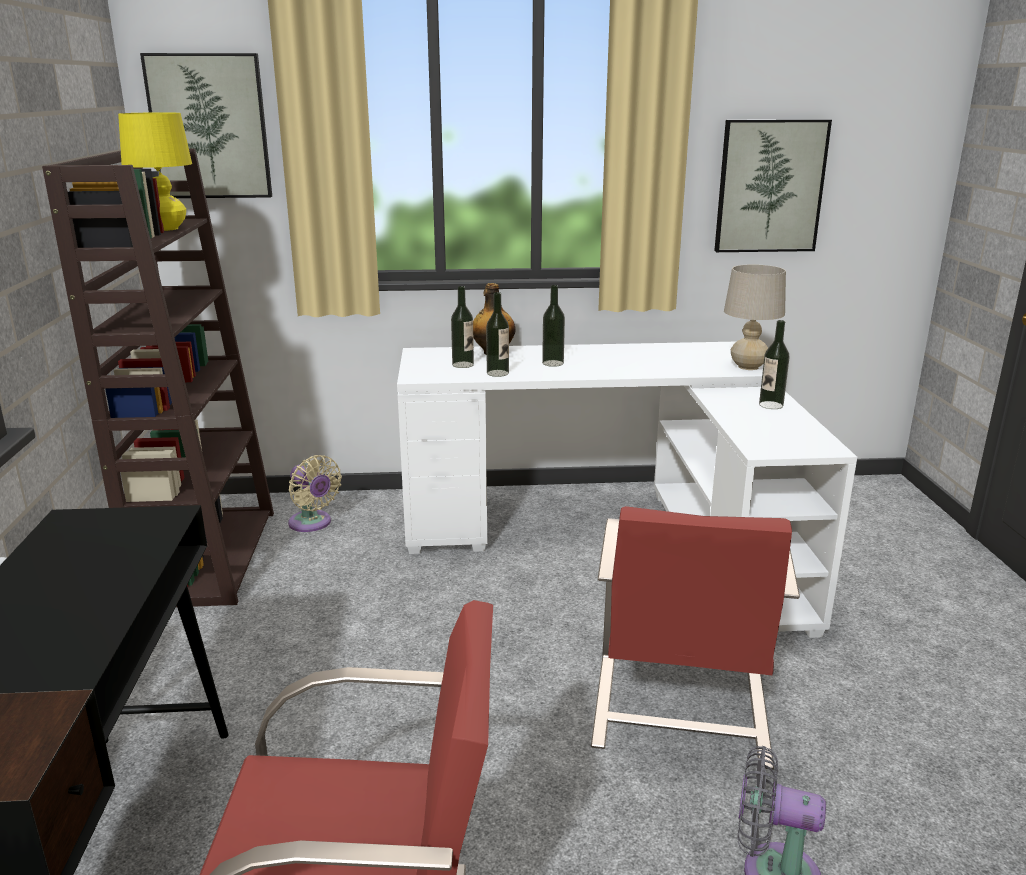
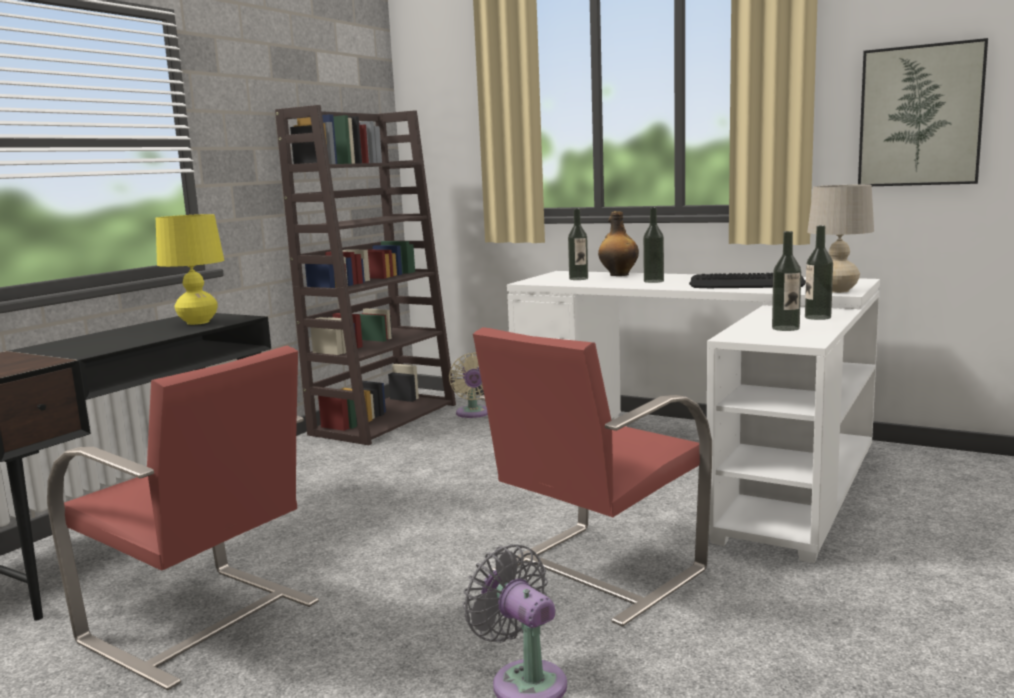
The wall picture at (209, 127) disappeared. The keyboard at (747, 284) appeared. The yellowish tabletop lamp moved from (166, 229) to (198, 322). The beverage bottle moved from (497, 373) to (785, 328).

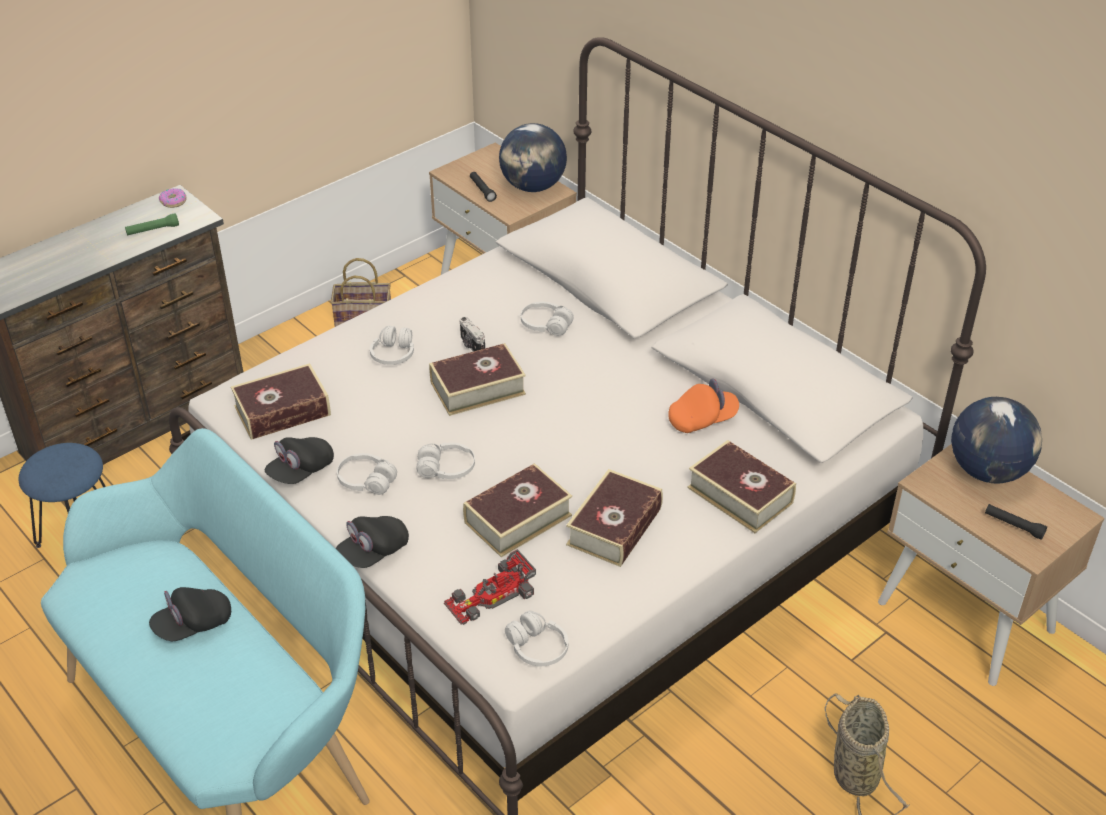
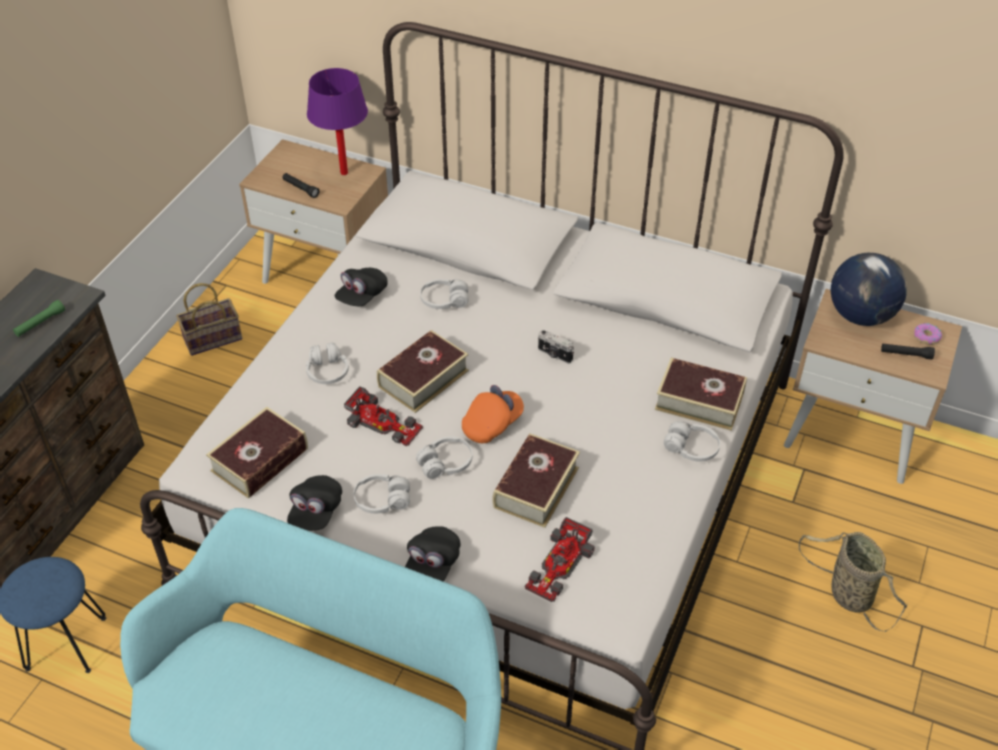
The book at (614, 527) disappeared. The miniature car at (384, 423) appeared. The black cap moved from (193, 625) to (362, 296). The doughnut moved from (173, 201) to (926, 337). The photo camera moved from (471, 346) to (554, 355). The whitish headphones moved from (537, 648) to (691, 448). The orange-coloured cap moved from (702, 419) to (492, 424). The desk globe at (532, 187) was replaced by the purple tabletop lamp at (344, 173).

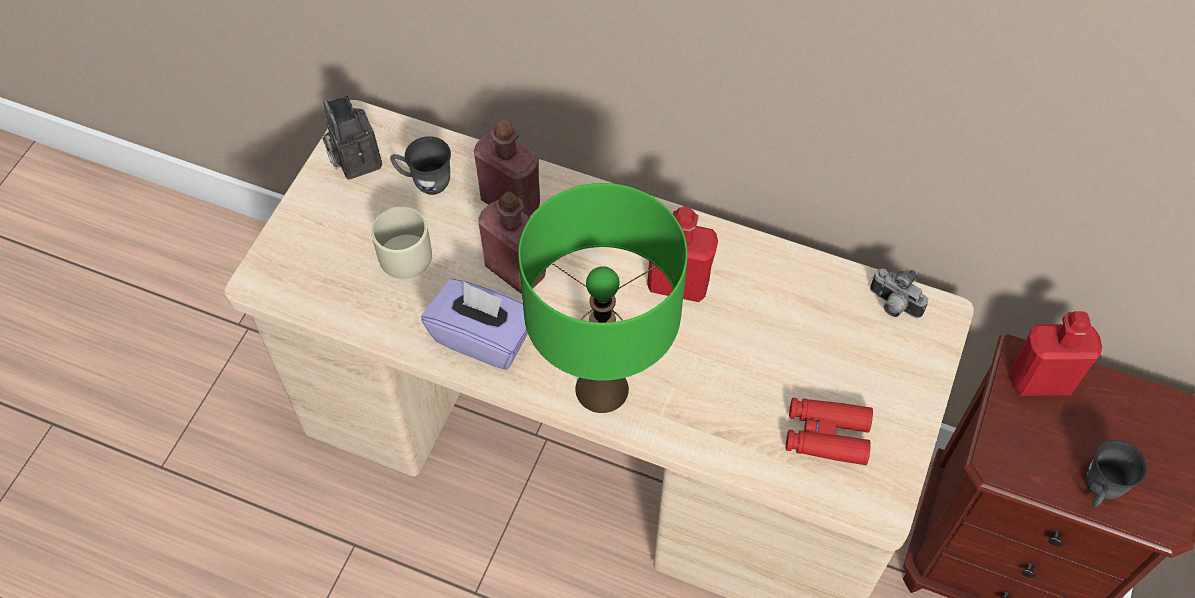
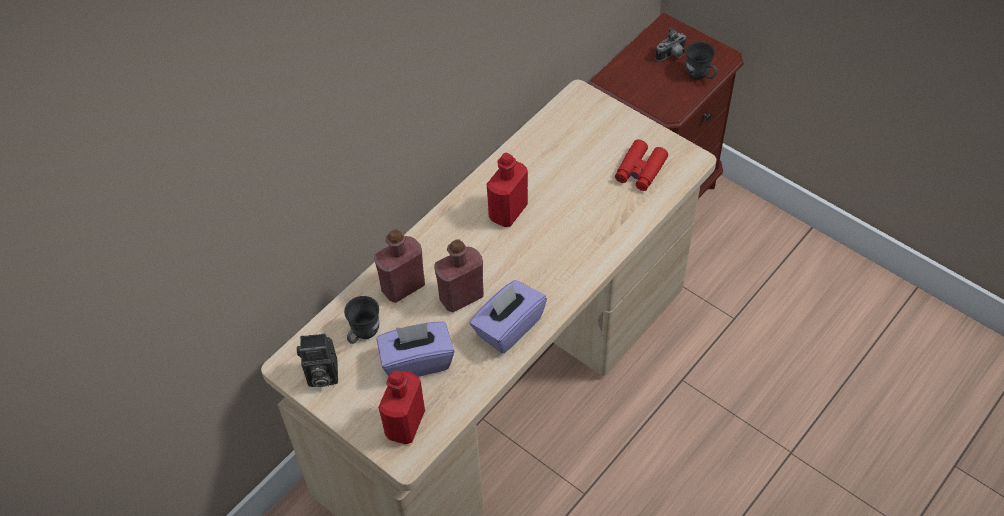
The greenish tabletop lamp at (602, 390) disappeared. The photo camera moved from (892, 305) to (672, 55). The red-coloured beverage bottle moved from (1040, 380) to (405, 424). The beige mug at (402, 251) was replaced by the purple tissue box at (417, 361).

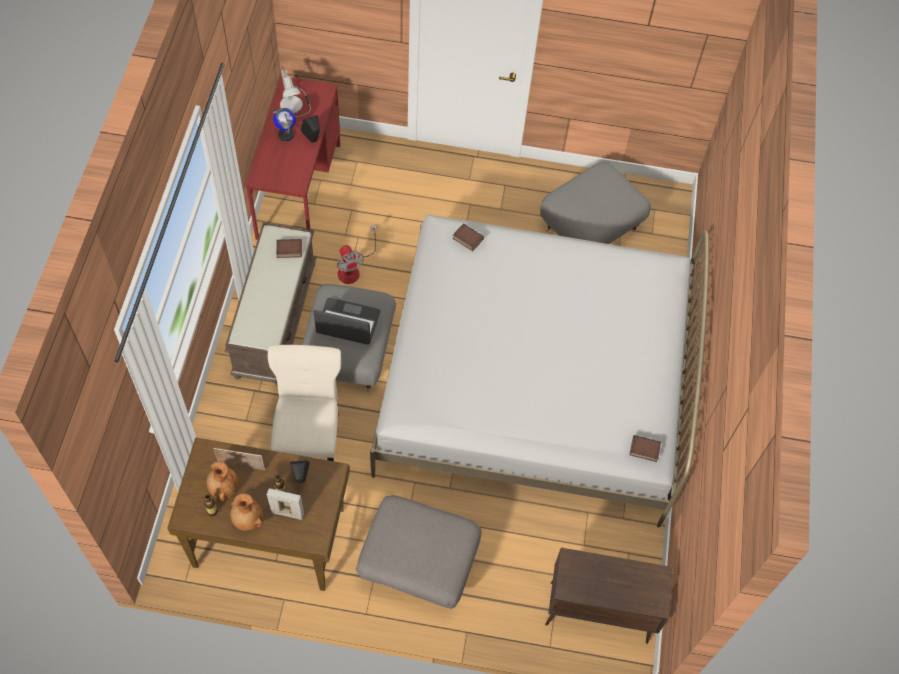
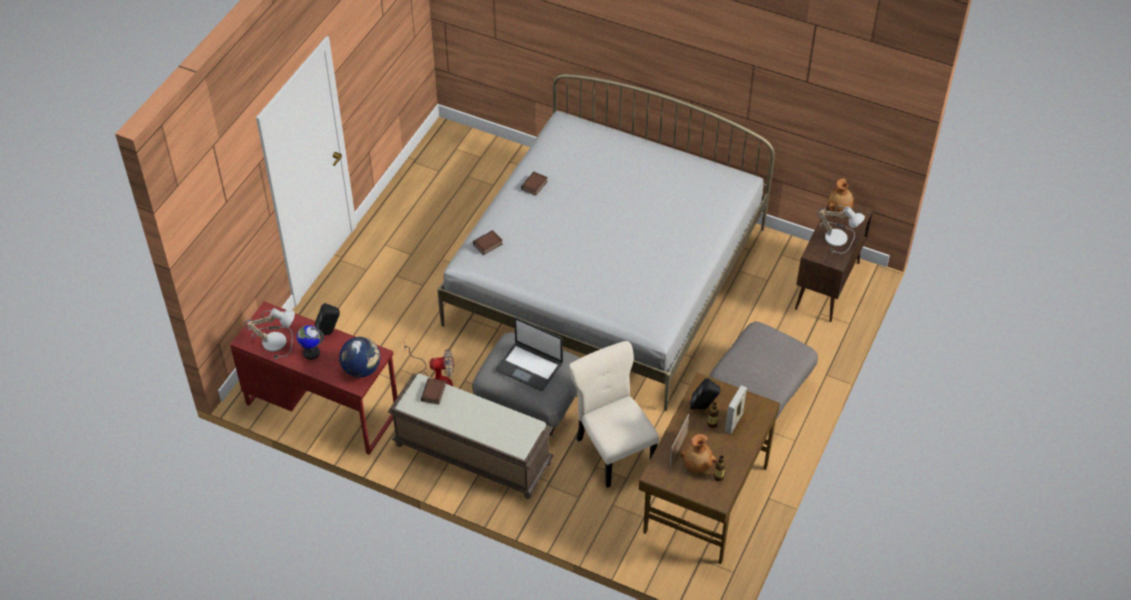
The greyish pouffe at (590, 229) disappeared. The desk globe at (362, 369) appeared. The tabletop lamp at (838, 237) appeared. The brown vase moved from (247, 519) to (839, 209). The book moved from (644, 450) to (535, 186). The beige chair at (309, 439) turned 45 degrees clockwise. The laptop at (348, 323) turned 90 degrees counterclockwise.

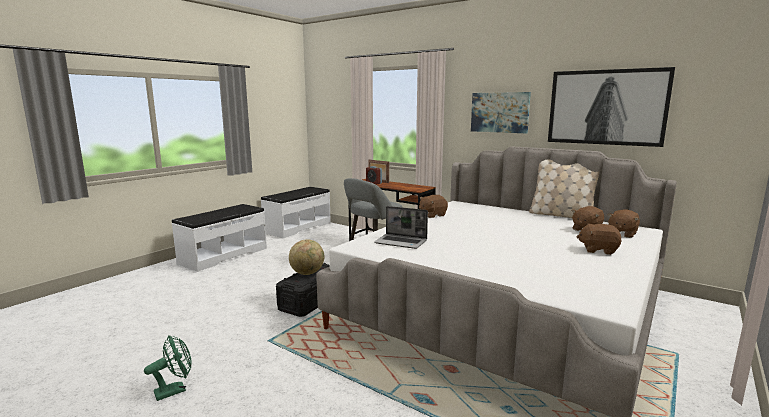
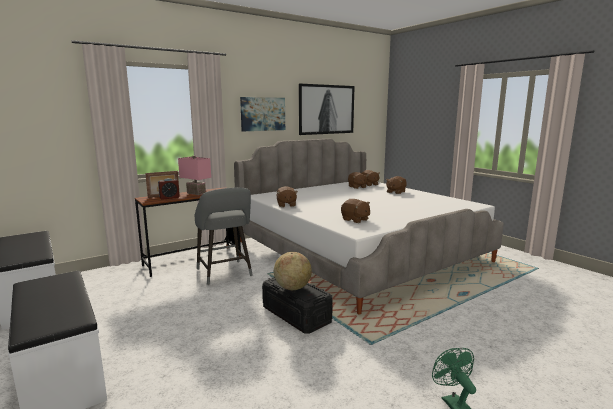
The beige pillow at (561, 215) disappeared. The pink tabletop lamp at (197, 193) appeared. The laptop at (401, 242) was replaced by the brown plush toy at (355, 220).

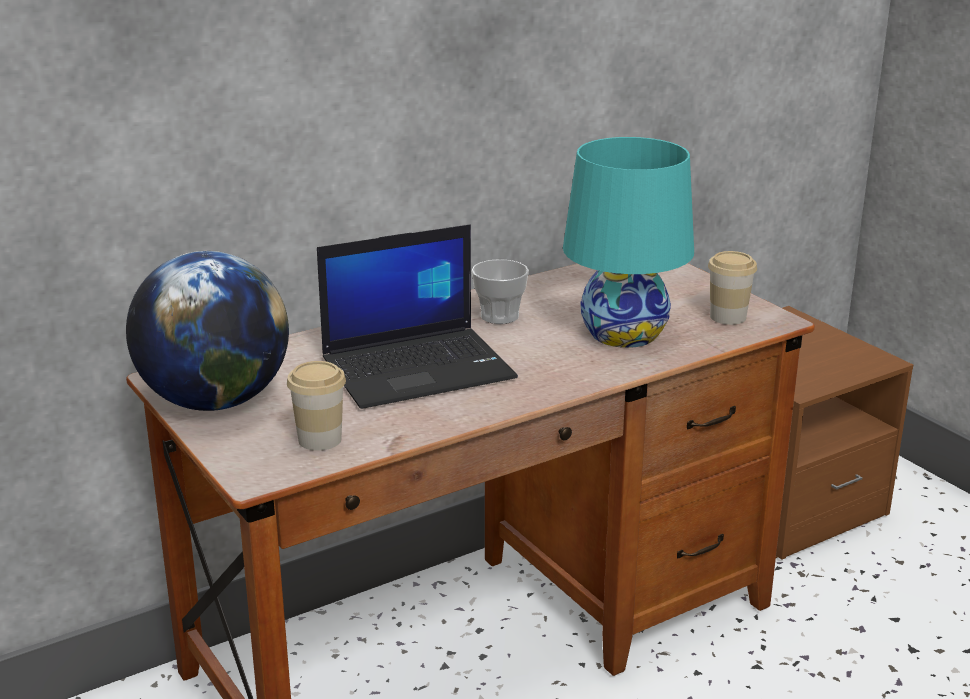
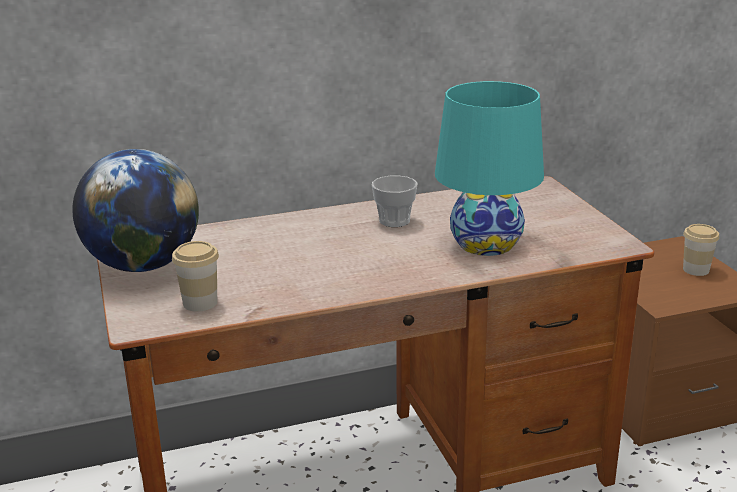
The laptop at (419, 367) disappeared. The cup moved from (728, 317) to (696, 270).

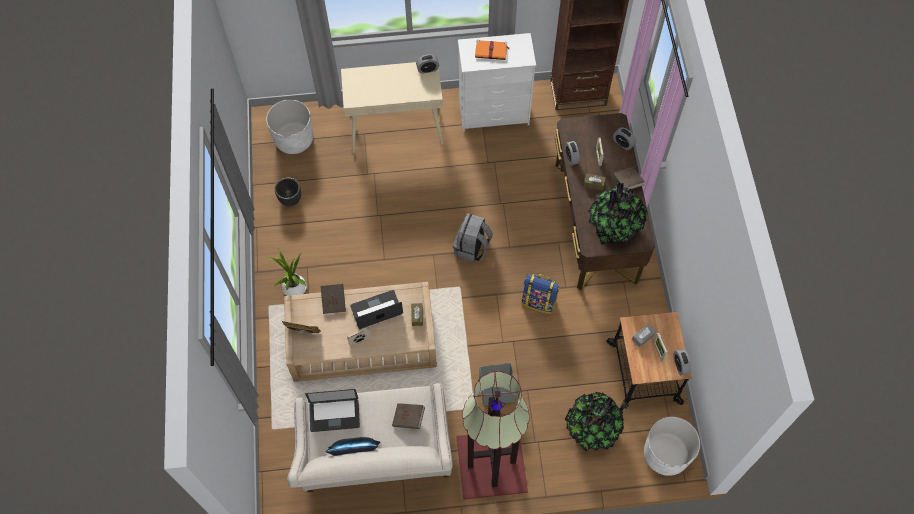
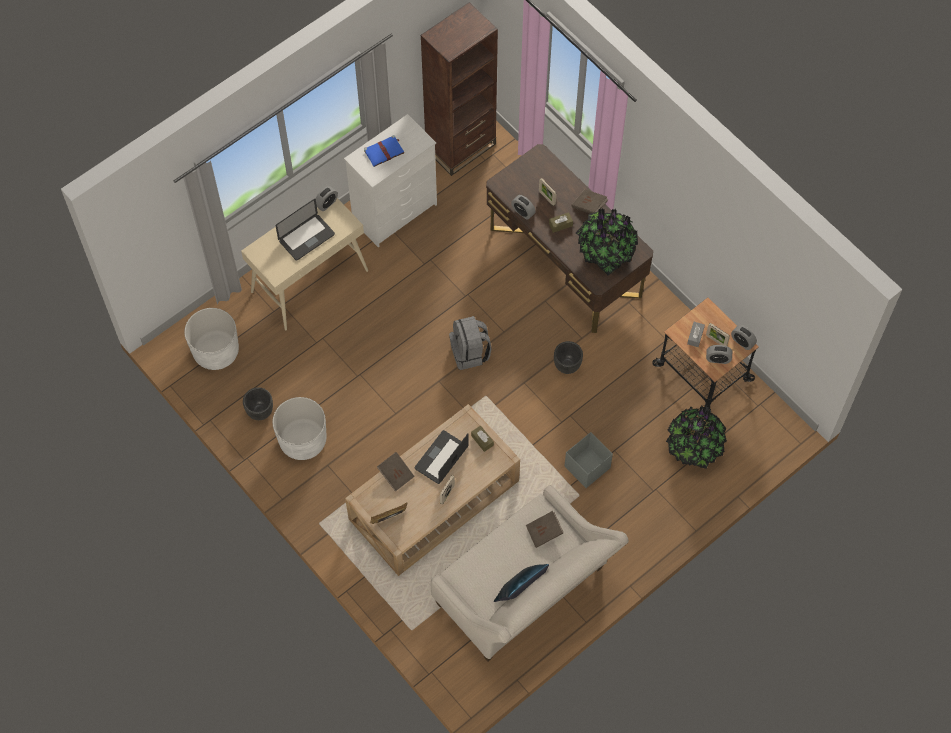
The plant in a pot at (294, 290) disappeared. The floor lamp at (490, 465) disappeared. The laptop moved from (334, 415) to (306, 238). The alarm clock moved from (623, 143) to (718, 359). The whitish plant pot moved from (665, 454) to (303, 440). The rucksack at (539, 301) was replaced by the black plant pot at (567, 365). The orange-coloured book at (491, 51) became the blue-coloured book at (384, 151).

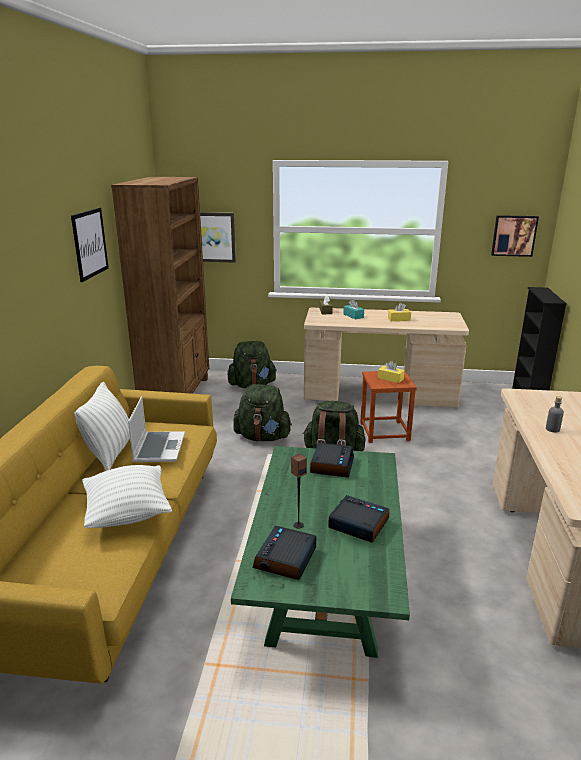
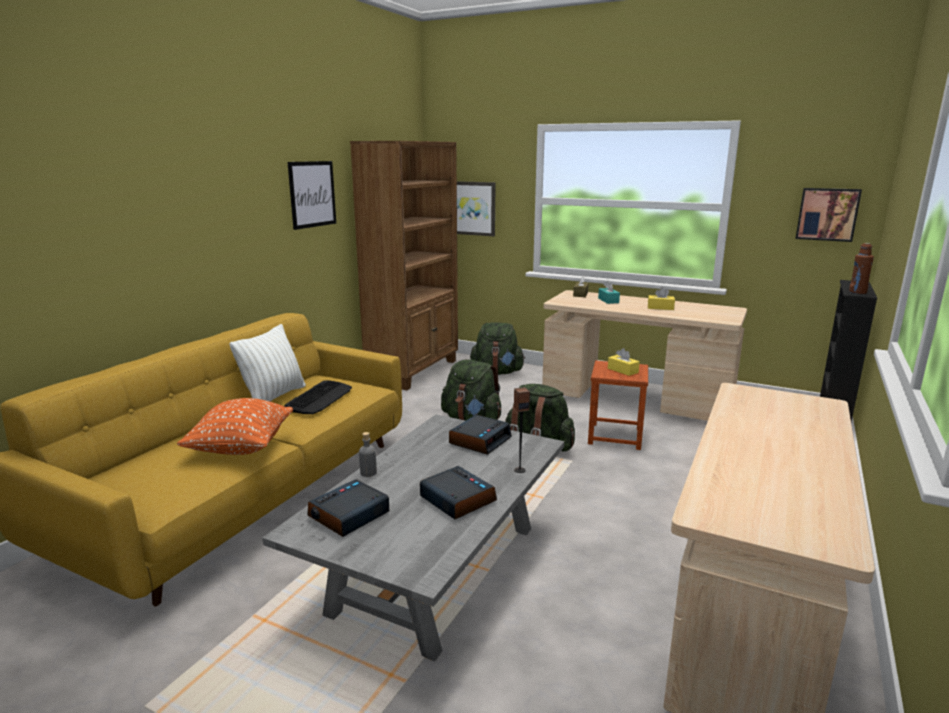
The brown beverage bottle at (857, 292) appeared. The audio speaker moved from (298, 525) to (519, 470). The greyish beverage bottle moved from (552, 429) to (368, 473). The laptop at (159, 448) was replaced by the keyboard at (319, 398). The whitish pillow at (128, 513) became the orange-coloured pillow at (241, 447). The greenish coffee table at (325, 579) became the greyish coffee table at (436, 568).

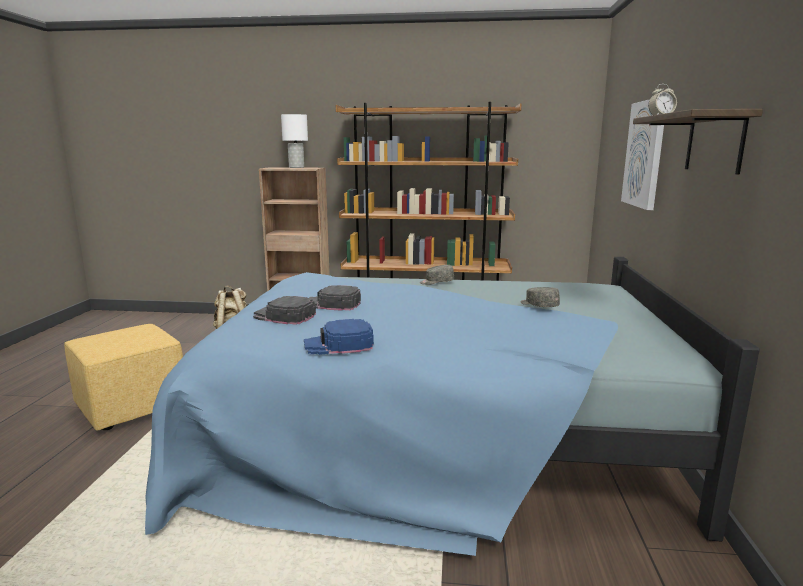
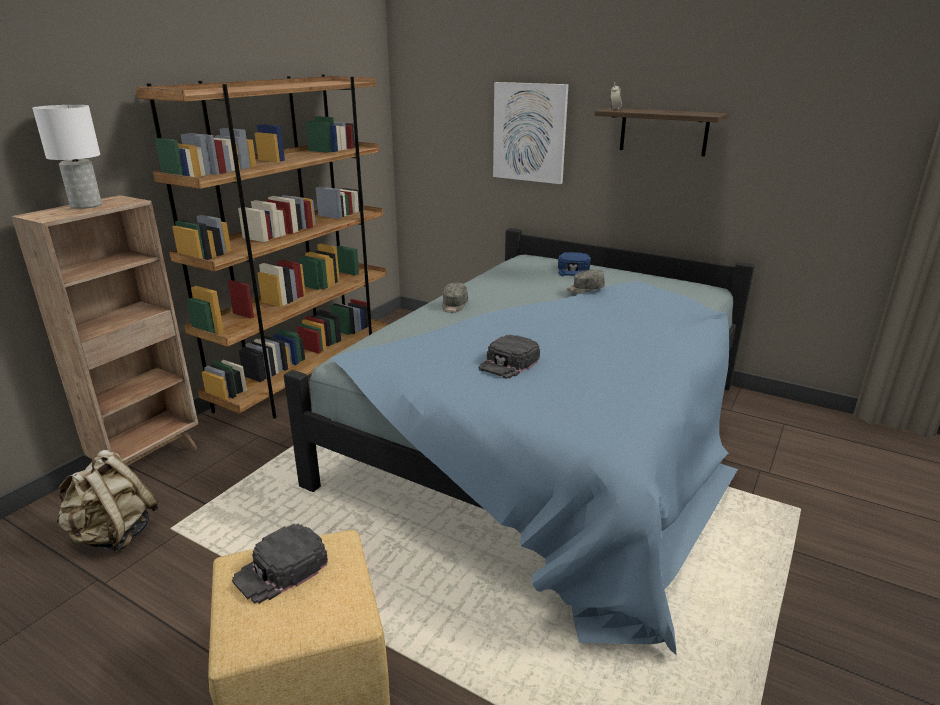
The black cap moved from (284, 316) to (281, 570). The blue-coloured cap moved from (339, 345) to (573, 270).

